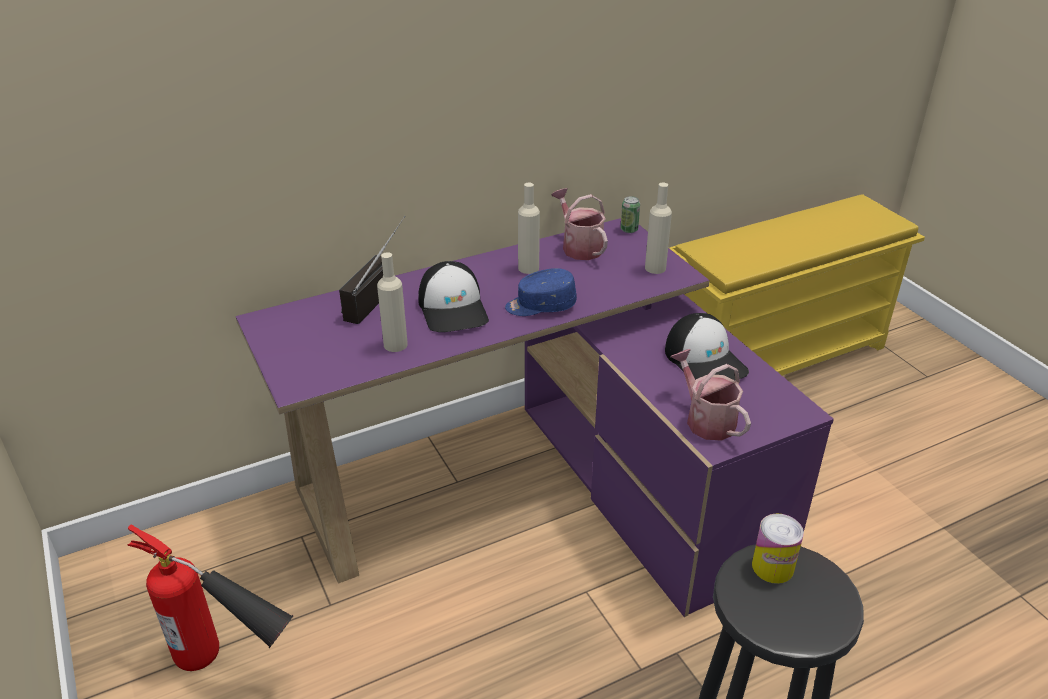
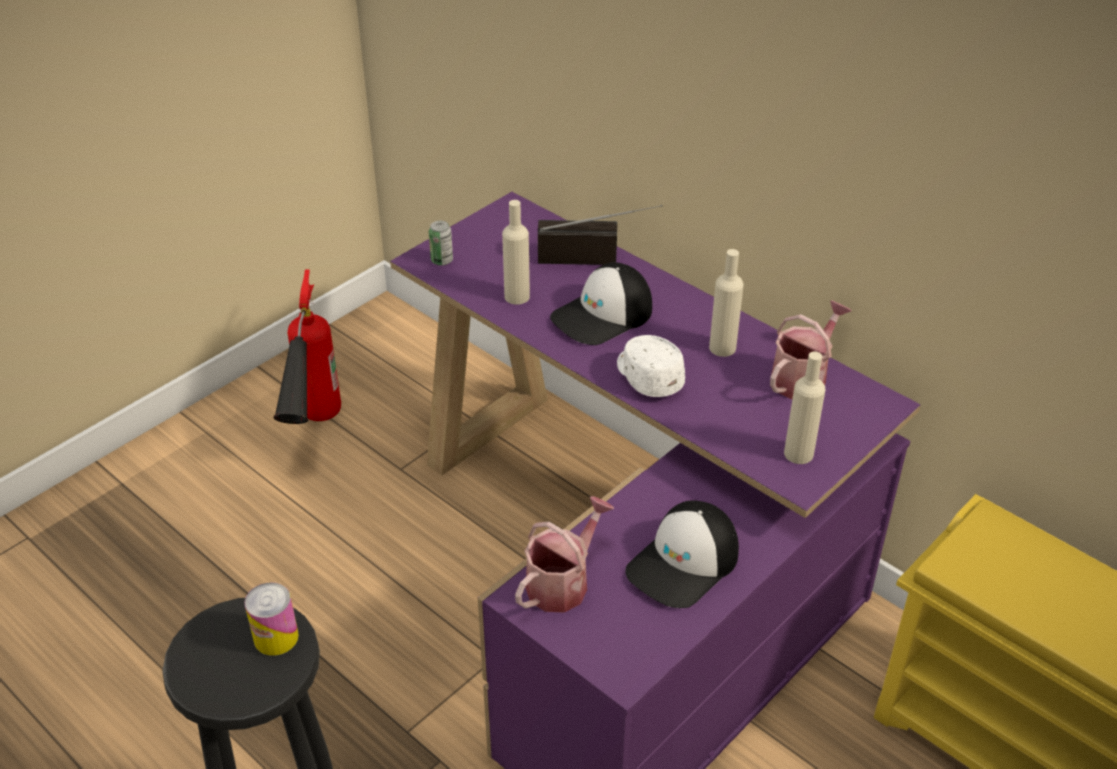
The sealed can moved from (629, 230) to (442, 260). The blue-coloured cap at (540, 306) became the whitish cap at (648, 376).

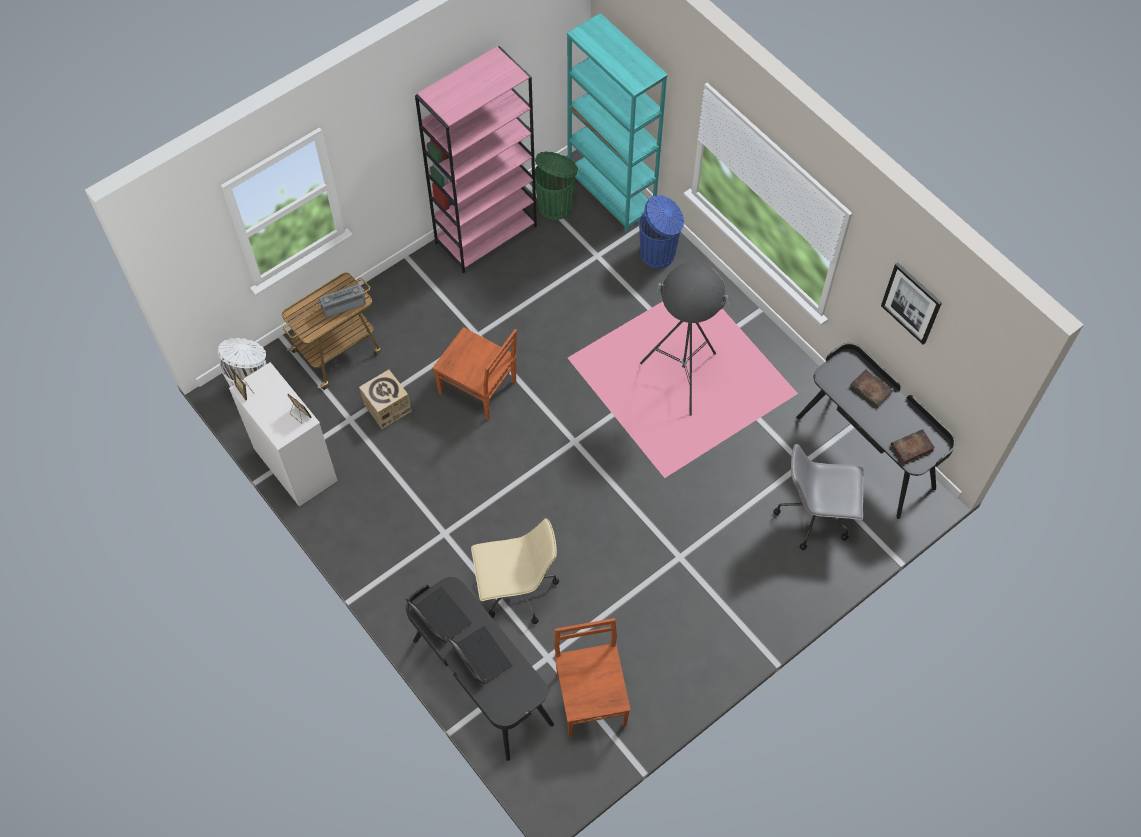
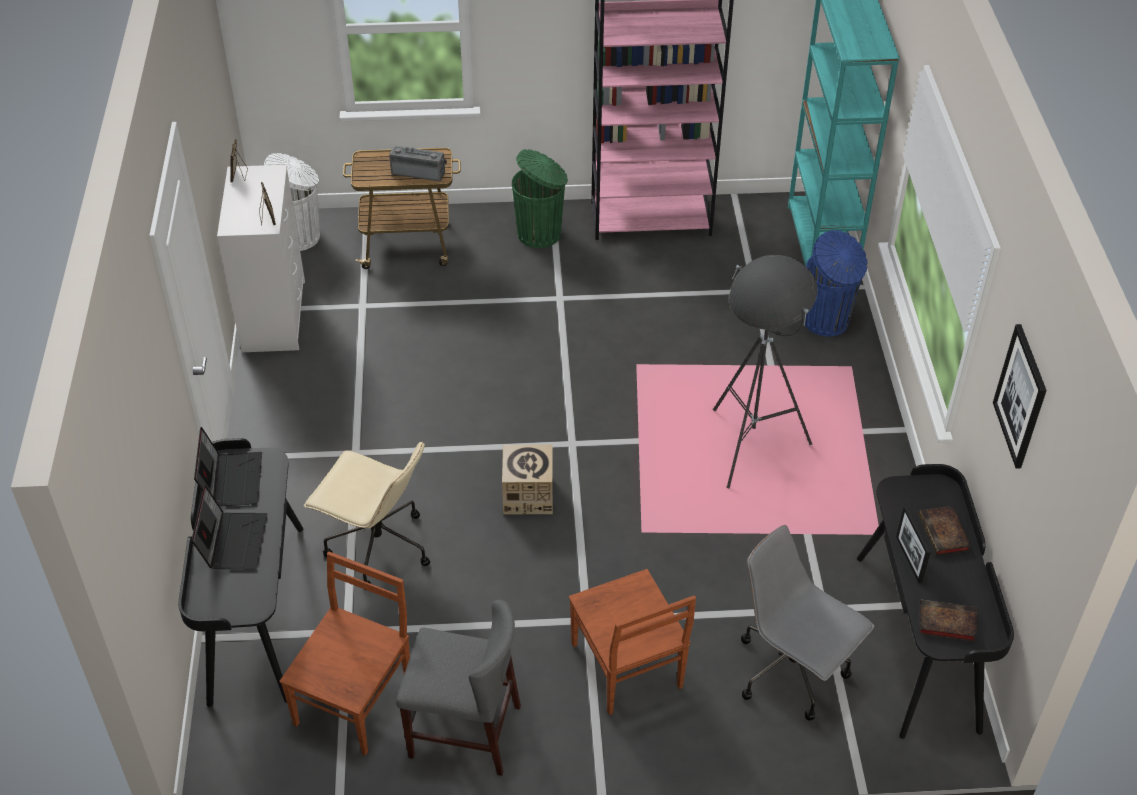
The greyish chair at (464, 731) appeared. The standing frame at (908, 559) appeared. The carton moved from (387, 408) to (528, 495). The brown chair moved from (479, 388) to (627, 668). The greenish rubbish bin moved from (556, 205) to (540, 233).

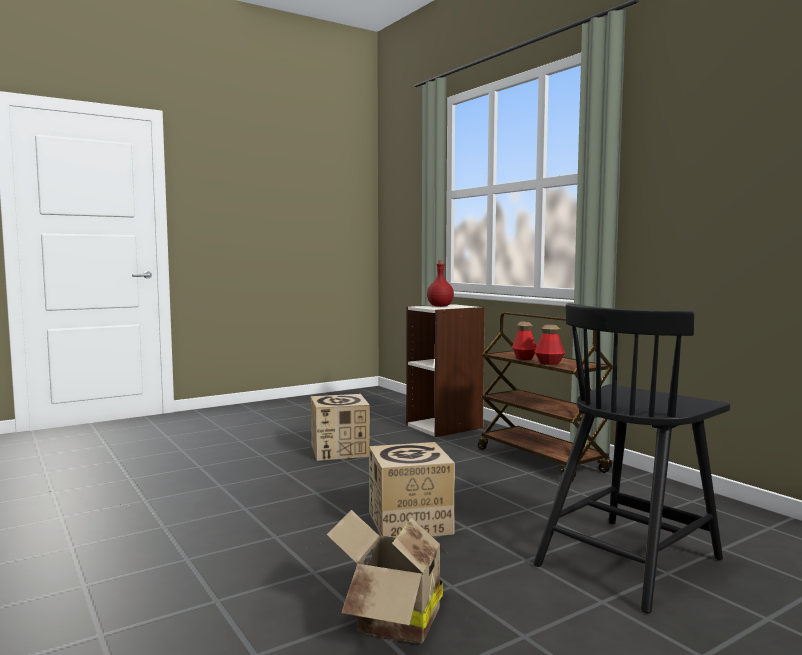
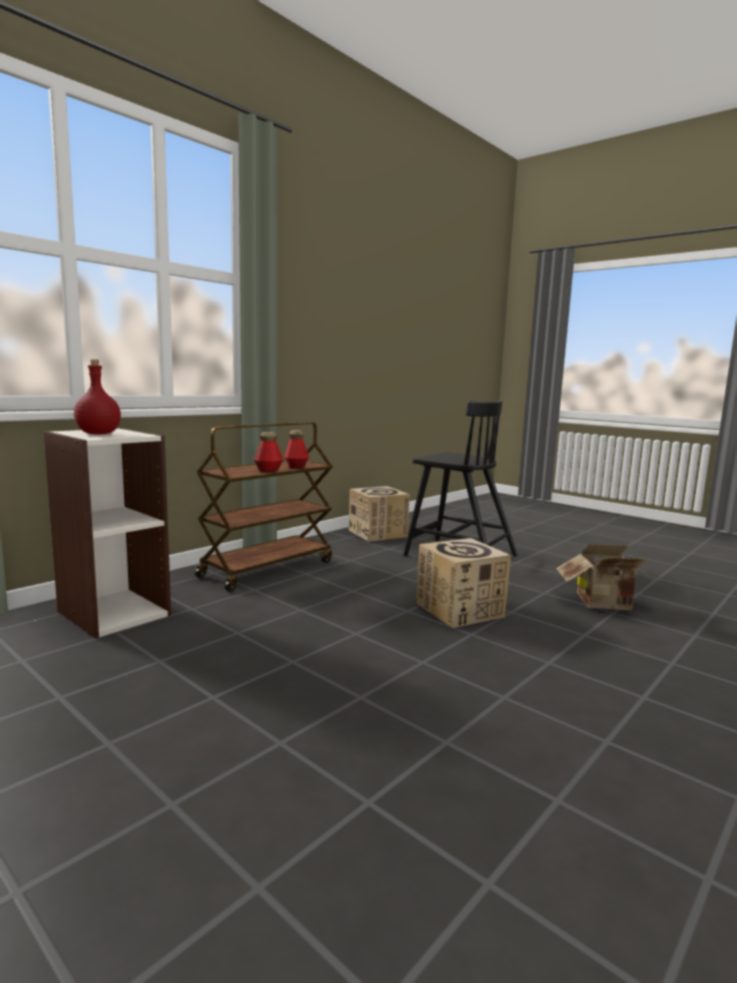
The carton moved from (340, 451) to (377, 533).

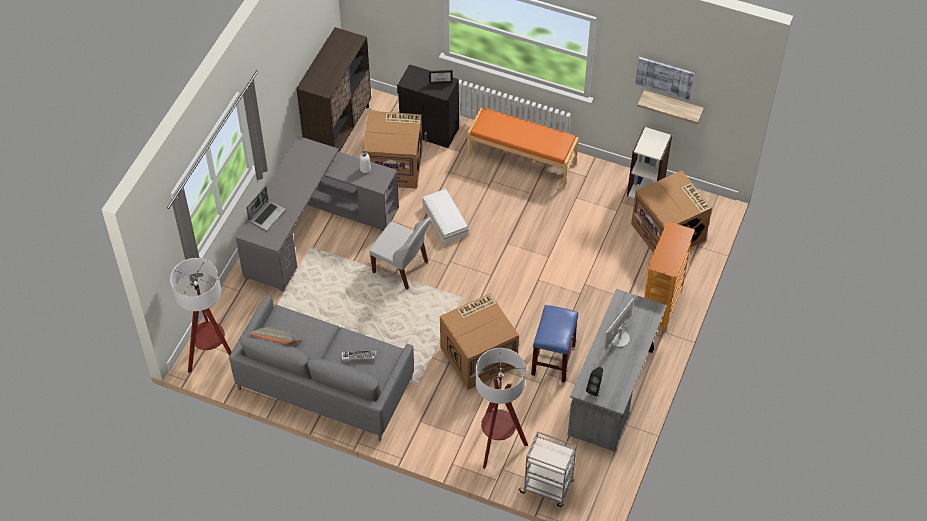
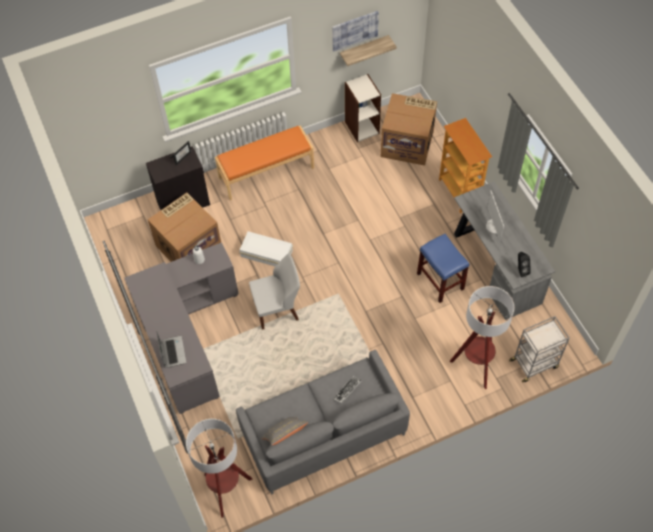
The brown storage cabinet at (338, 130) disappeared. The carton at (479, 356) disappeared.

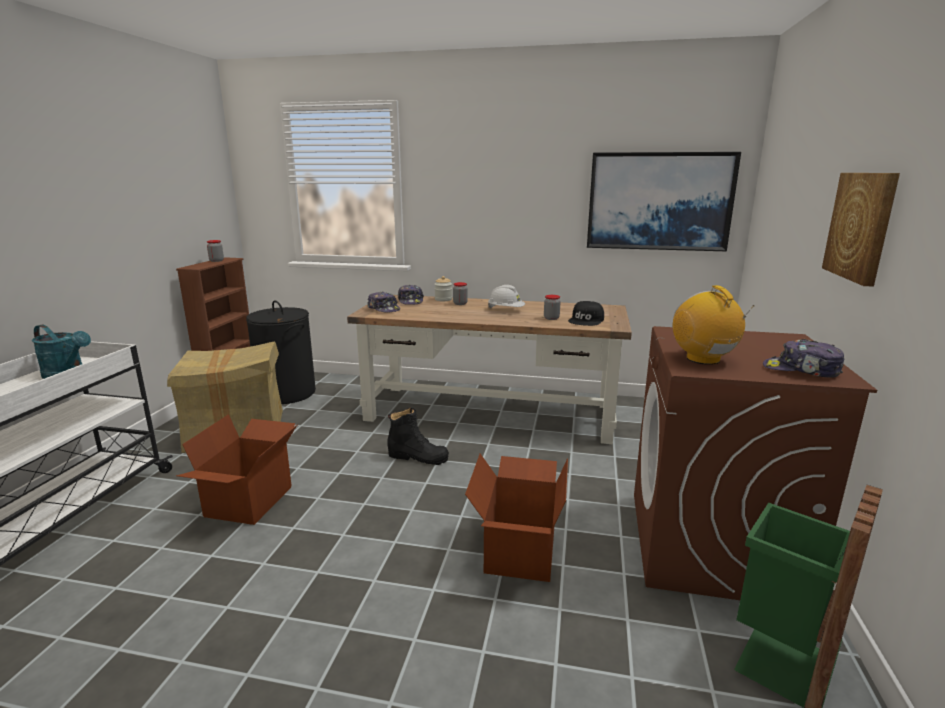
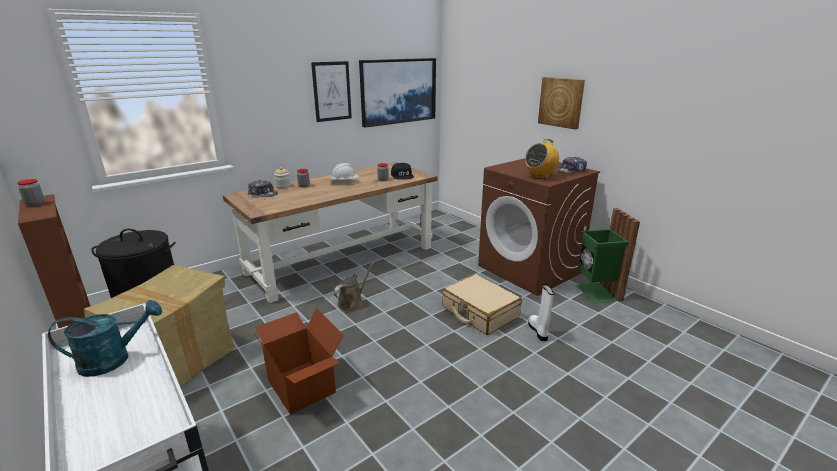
The cap at (384, 309) disappeared. The wall picture at (332, 91) appeared. The whitish boot at (538, 331) appeared. The black boot at (418, 457) was replaced by the brown watering pot at (352, 303). The carton at (518, 551) was replaced by the beige piece of luggage at (479, 312). The radio receiver at (703, 359) turned 60 degrees counterclockwise.

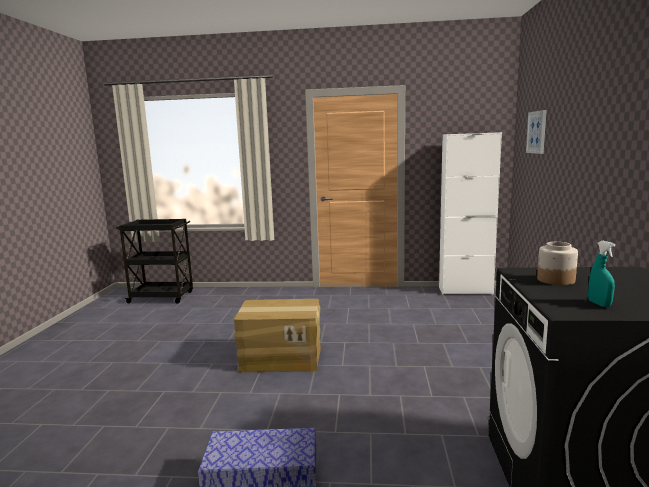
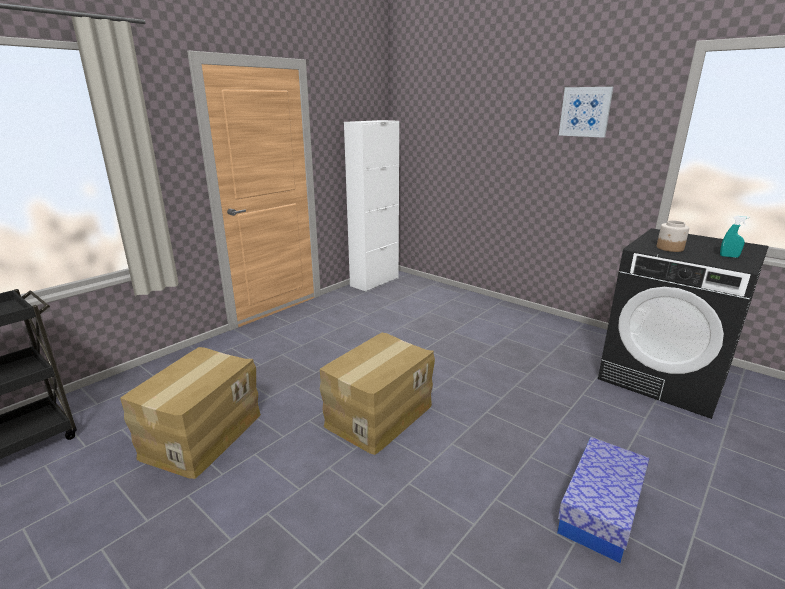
The carton at (201, 435) appeared. The wall picture moved from (537, 132) to (585, 112).

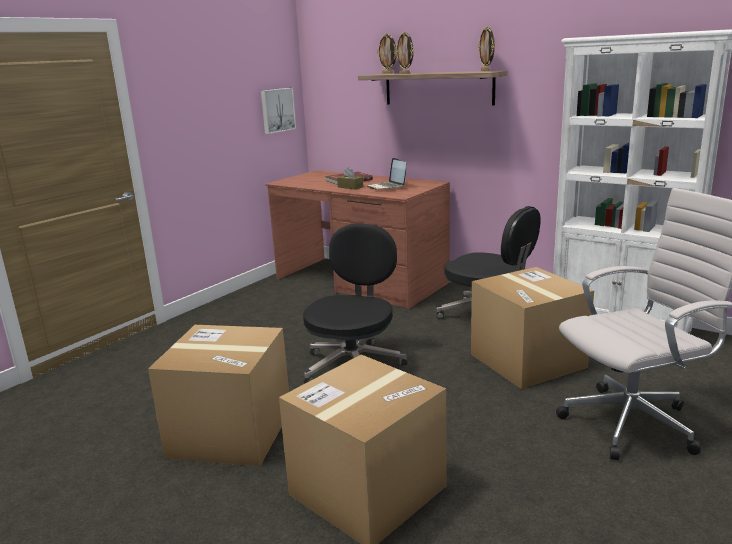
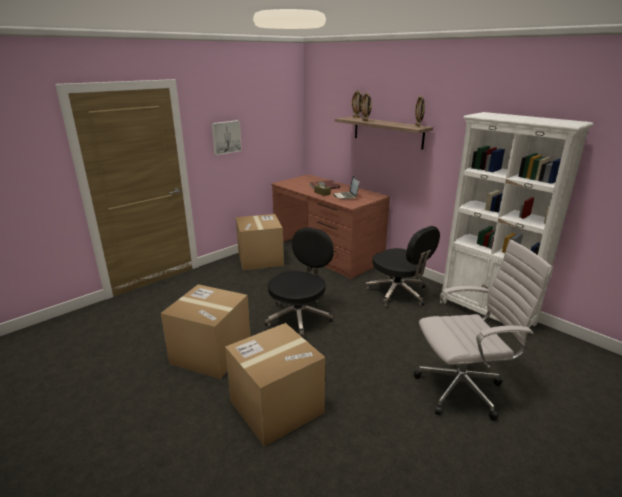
The wall picture moved from (277, 110) to (226, 137). The carton moved from (527, 360) to (260, 259).

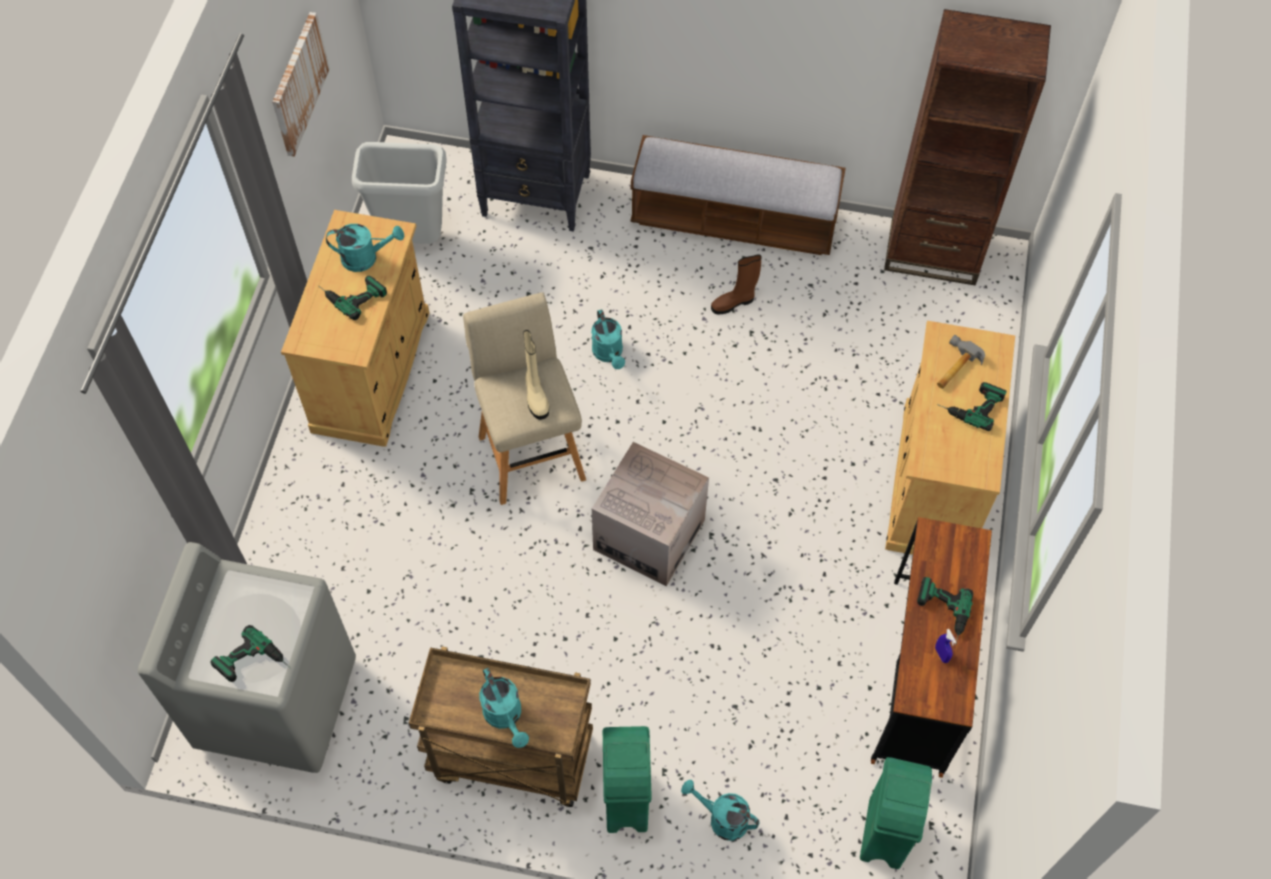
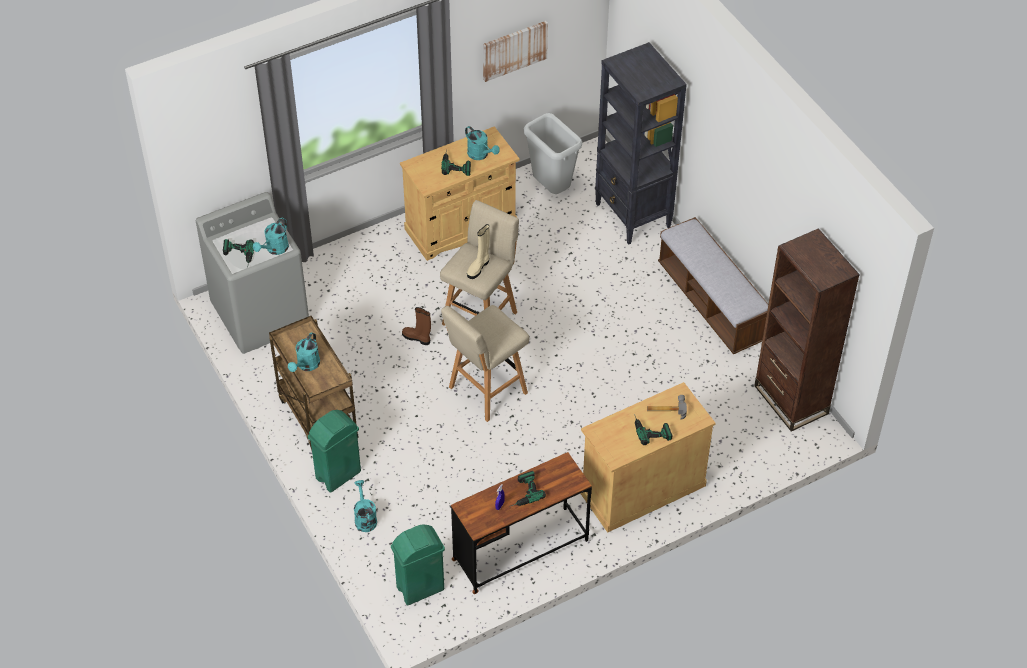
The turquoise-coloured watering pot moved from (609, 354) to (274, 249). The brown boot moved from (734, 303) to (417, 338). The carton at (649, 535) was replaced by the beige stool at (486, 391).

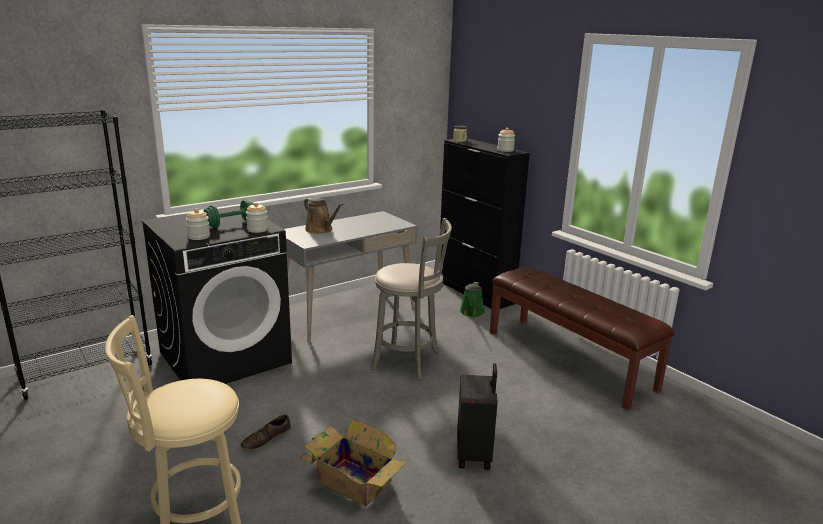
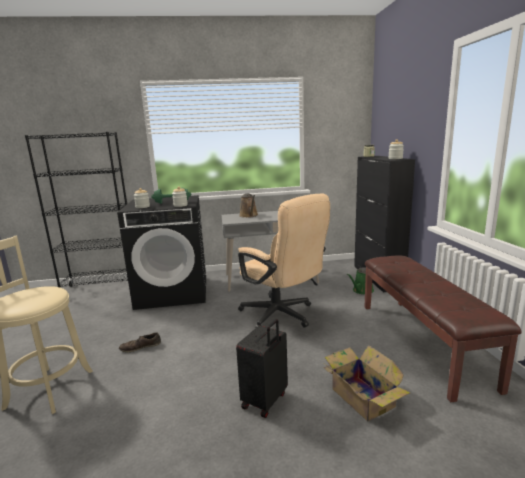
The carton moved from (352, 480) to (361, 396). The greyish stool at (409, 361) was replaced by the beige computer chair at (282, 316).

